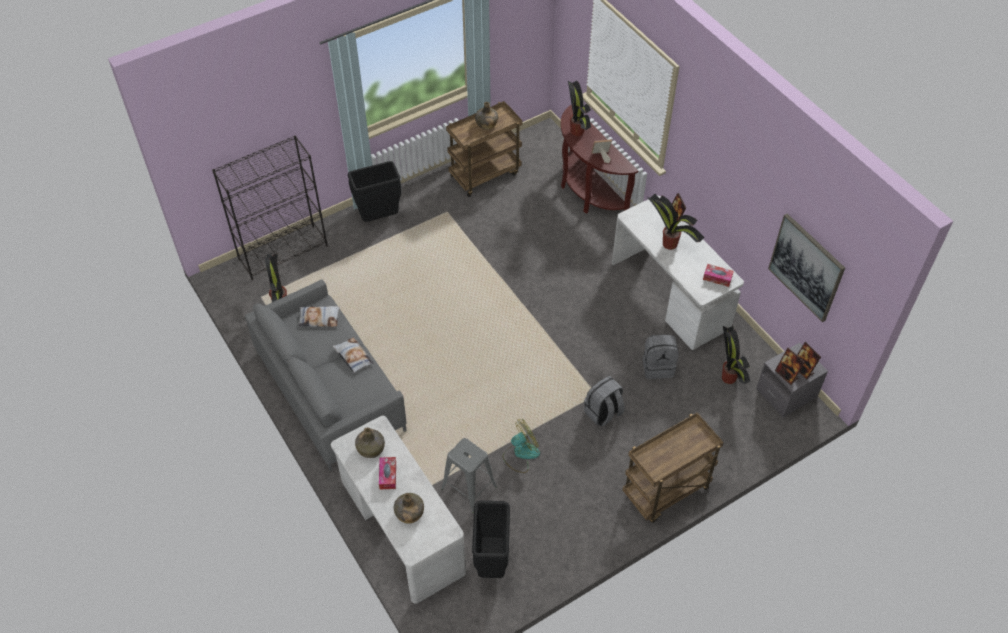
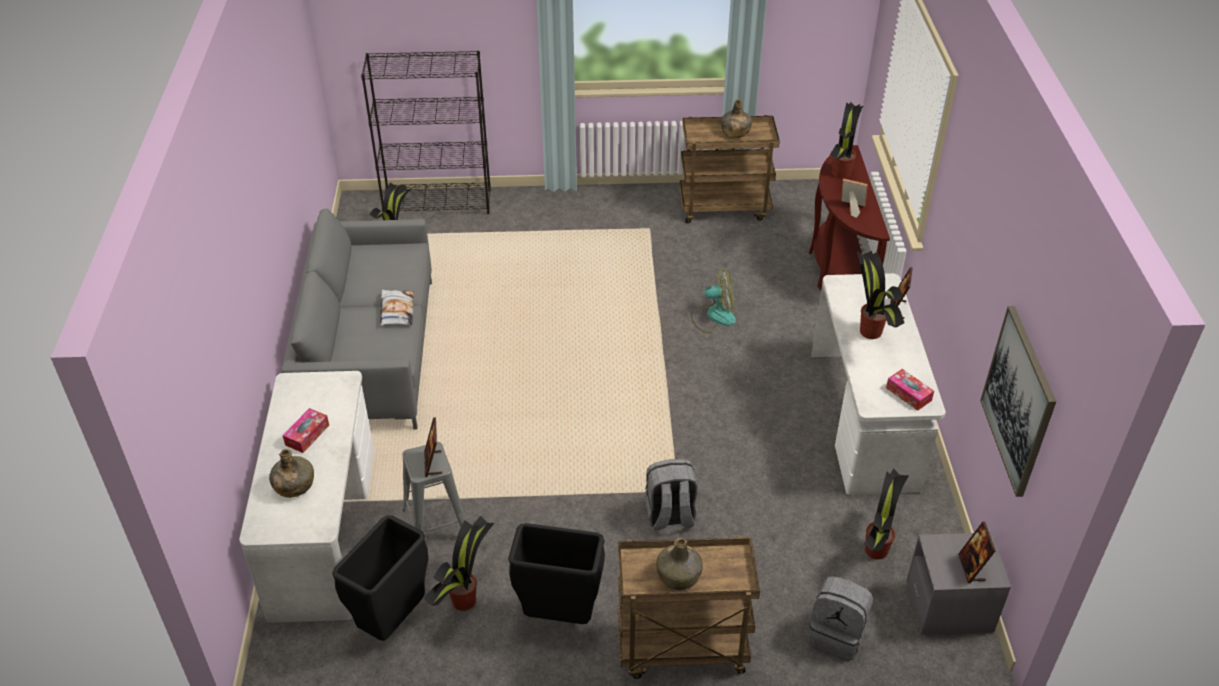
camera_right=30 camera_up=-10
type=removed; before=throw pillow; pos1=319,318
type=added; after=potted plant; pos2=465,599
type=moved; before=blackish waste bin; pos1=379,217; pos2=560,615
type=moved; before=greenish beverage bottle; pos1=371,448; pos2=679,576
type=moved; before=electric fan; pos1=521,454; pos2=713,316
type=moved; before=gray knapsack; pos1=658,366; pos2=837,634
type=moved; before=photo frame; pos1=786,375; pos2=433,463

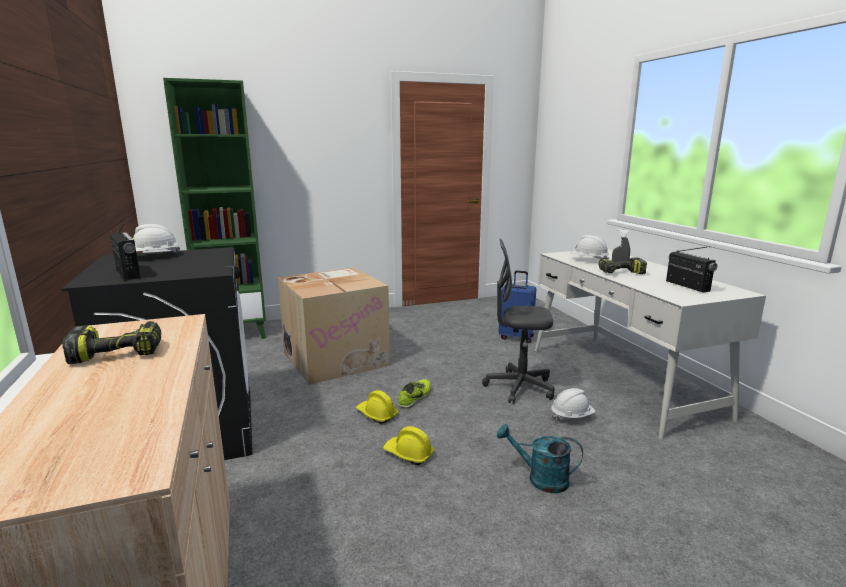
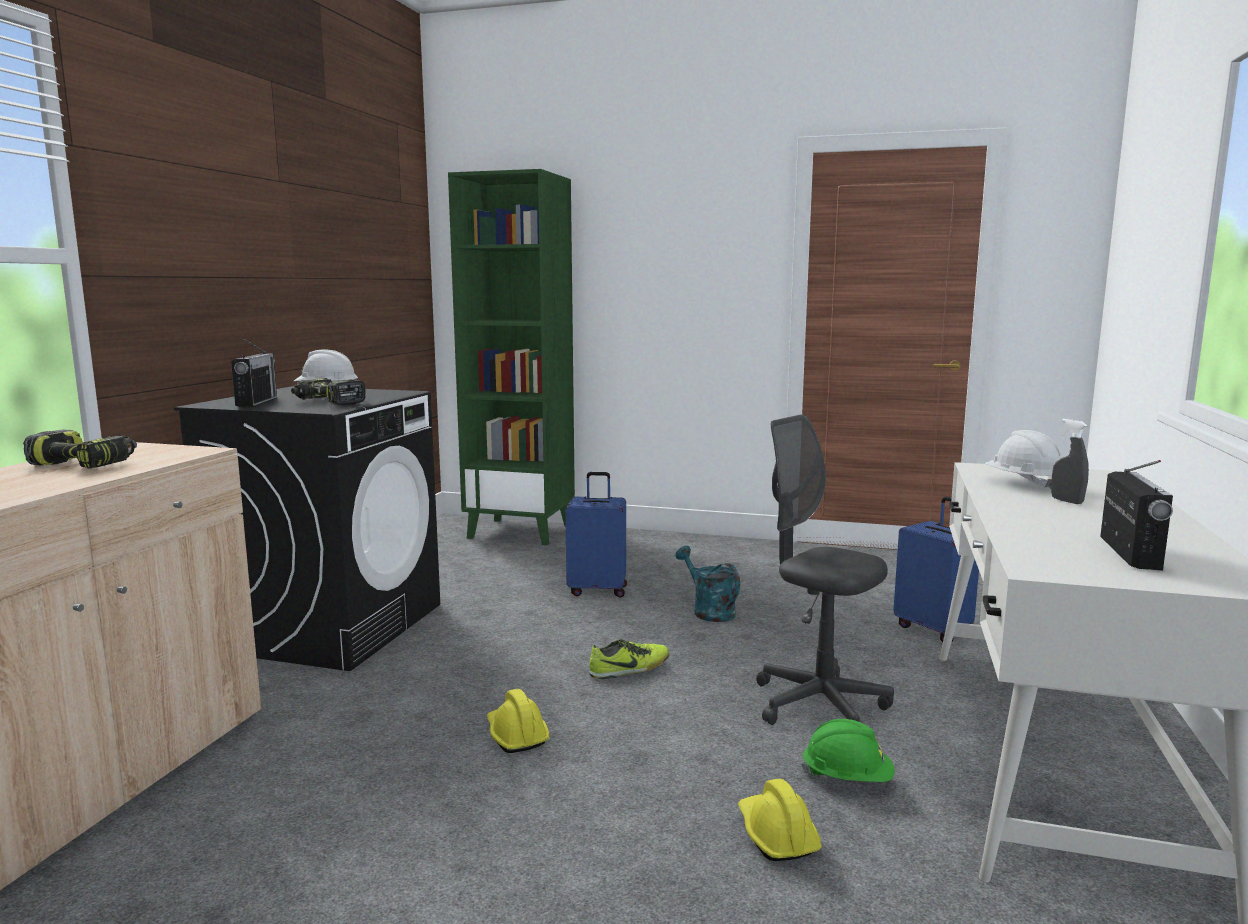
camera_right=35 camera_up=-5
type=moved; before=yellow work helmet; pos1=377,414; pos2=776,835
type=moved; before=blue-green watering pot; pos1=540,479; pos2=708,611
type=moved; before=electric drill; pos1=621,273; pos2=327,402
type=replaced; before=cardboard box; after=blue travel case; pos1=336,358; pos2=598,590
type=recoloured; before=white-coloured work helmet; after=greenish work helmet; pos1=571,417; pos2=847,778

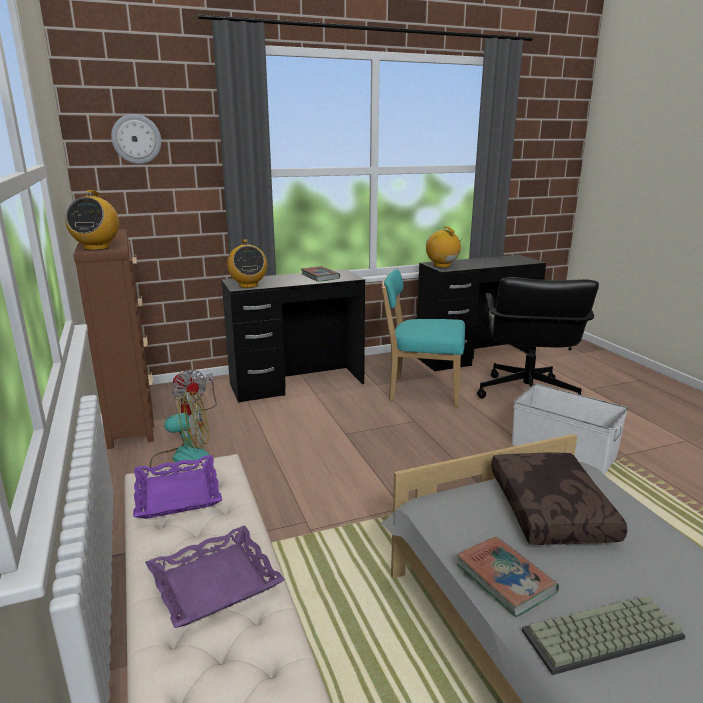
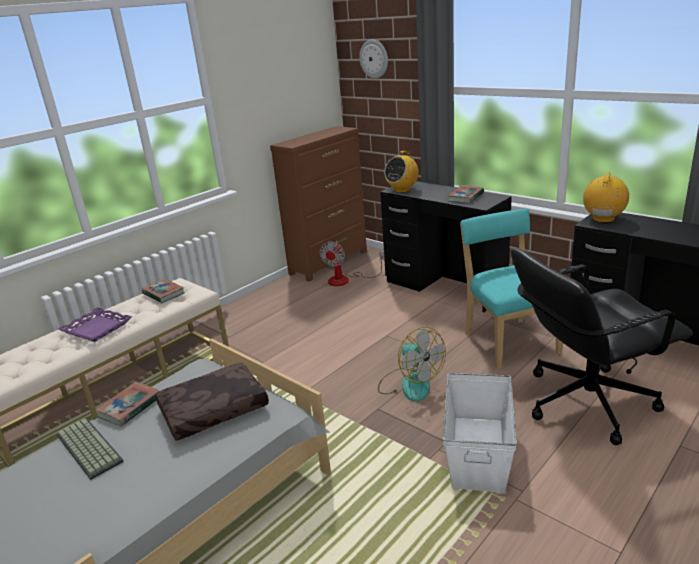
camera_right=65 camera_up=5
type=removed; before=radio receiver; pos1=97,248
type=moved; before=electric fan; pos1=182,459; pos2=409,384
type=replaced; before=purple carrying tray; after=book; pos1=176,493; pos2=163,293

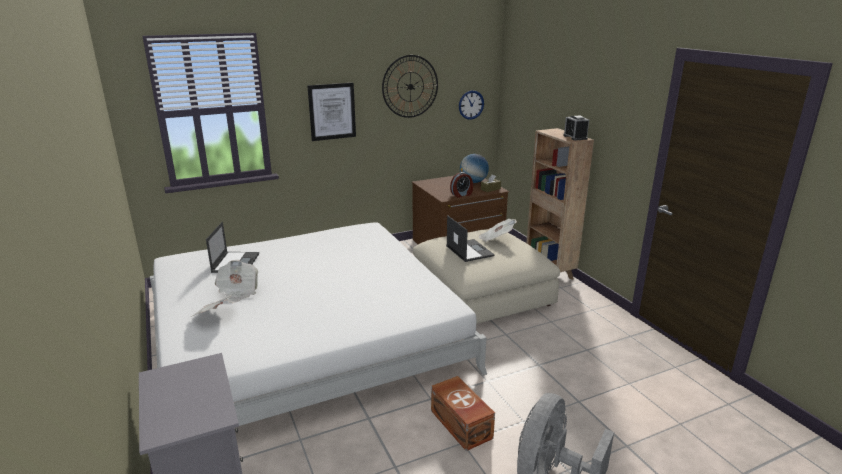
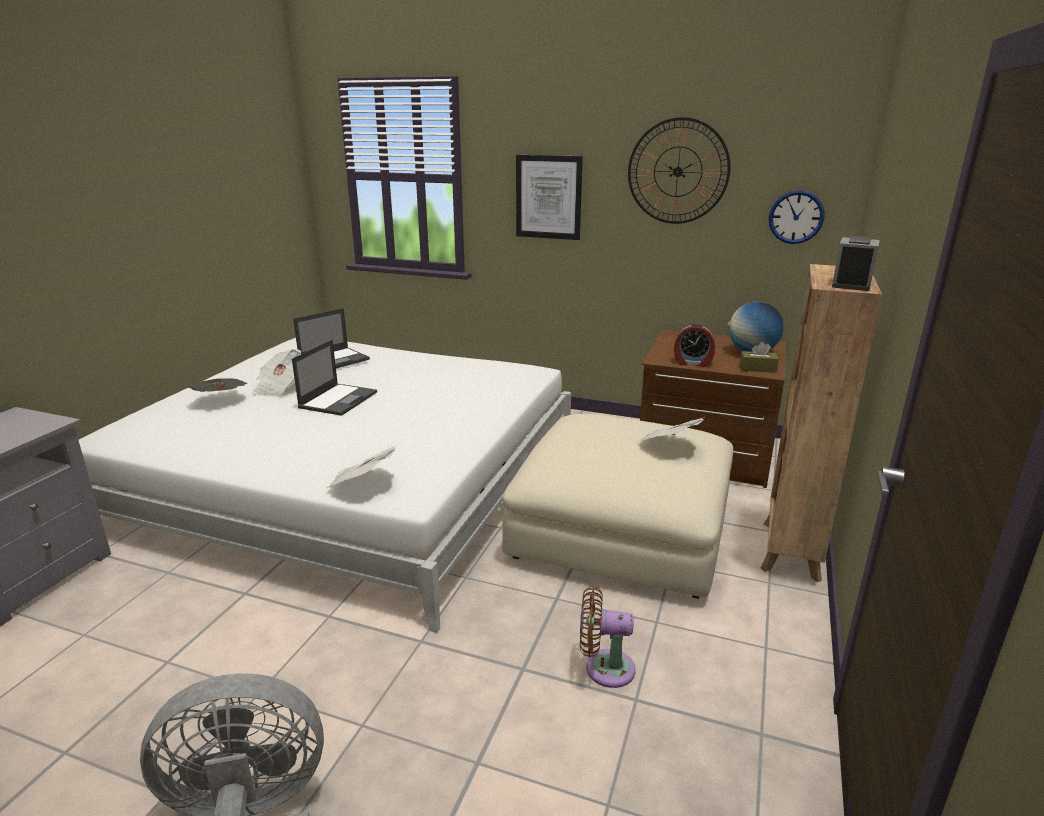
camera_right=45 camera_up=0
type=removed; before=brown-coloured storage bin; pos1=460,425
type=added; after=daily paper; pos2=363,484
type=added; after=brown-coloured electric fan; pos2=604,668
type=moved; before=laptop; pos1=469,250; pos2=338,399

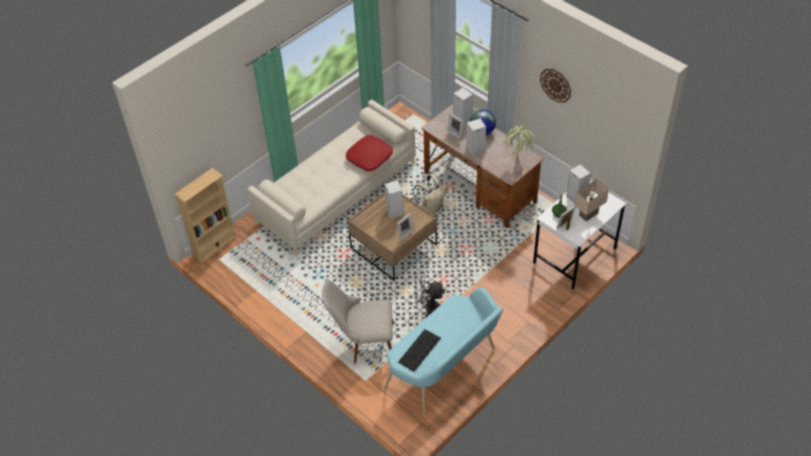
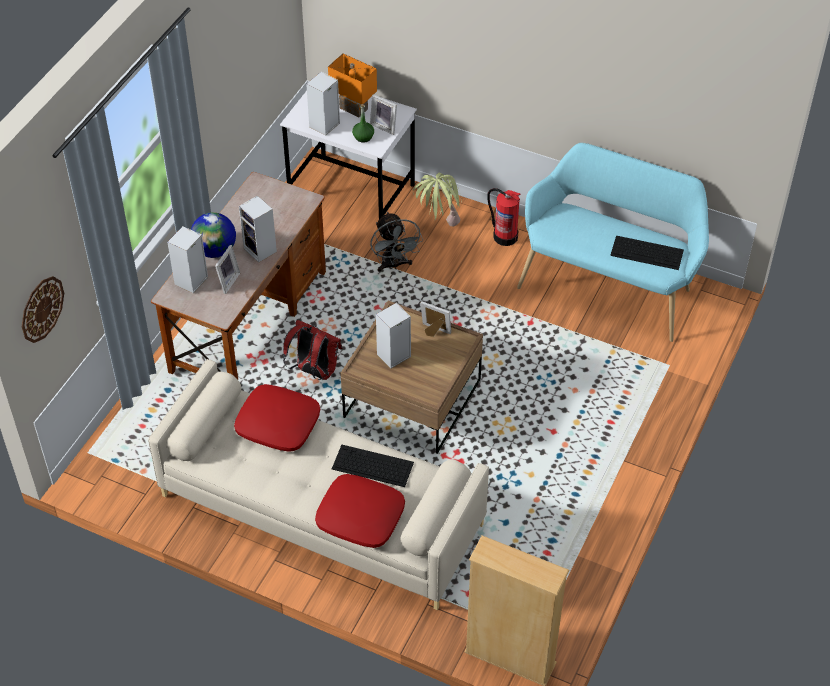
camera_right=-110 camera_up=0
type=removed; before=beige upright chair; pos1=363,343
type=added; after=red throw pillow; pos2=360,517
type=added; after=keyboard; pos2=371,466
type=added; after=extinguisher; pos2=505,236
type=moved; before=gray electric fan; pos1=428,308; pos2=394,265
type=moved; before=potted plant; pos1=517,163; pos2=438,227
type=moved; before=clock on the wall; pos1=555,85; pos2=41,309
type=recoloured; before=beige knapsack; after=red knapsack; pos1=431,208; pos2=314,371
type=recoloured; before=beige table lamp; after=orange-coloured table lamp; pos1=588,213; pos2=352,109

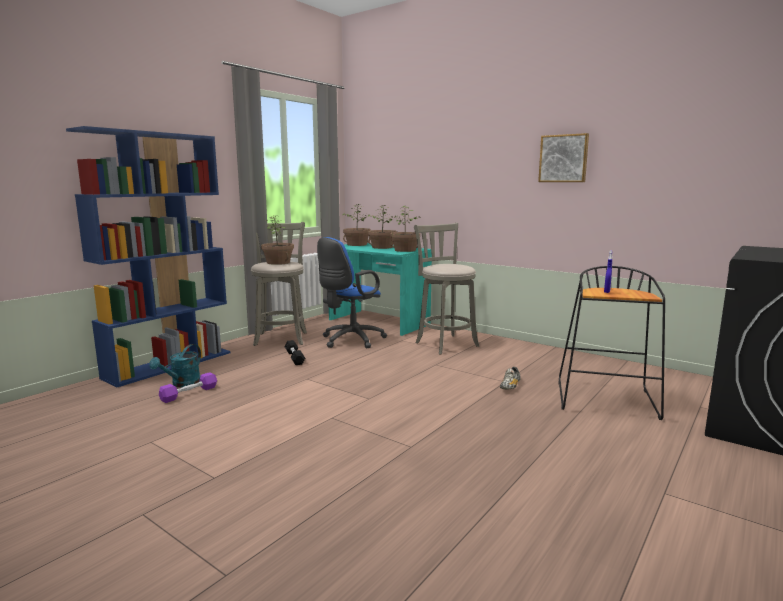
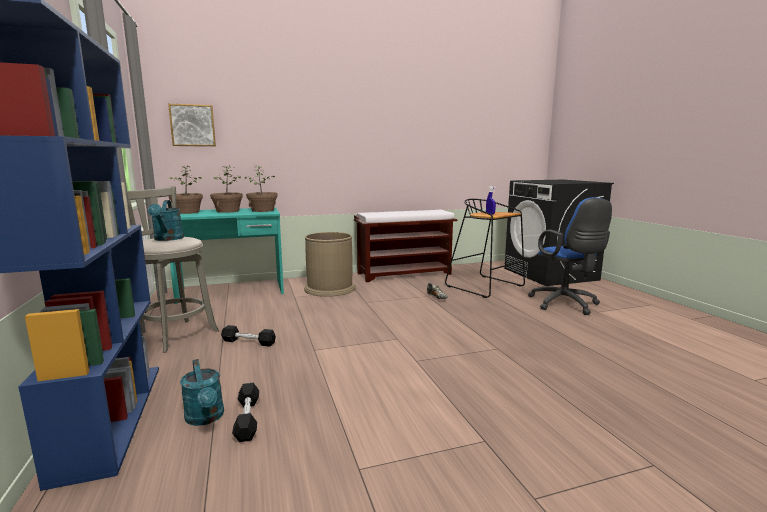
camera_right=-55 camera_up=0
type=added; after=brown-coloured long seat; pos2=405,273
type=moved; before=blue desk chair; pos1=350,340; pos2=566,304
type=moved; before=picture; pos1=563,158; pos2=193,125
type=replaced; before=potted plant; after=blue-green watering pot; pos1=278,262; pos2=167,239
type=replaced; before=gray sitting stool; after=brown-coloured waste bin; pos1=445,343; pos2=330,288
type=recoloured; before=purple dumbbell; after=blackish dumbbell; pos1=189,394; pos2=247,419

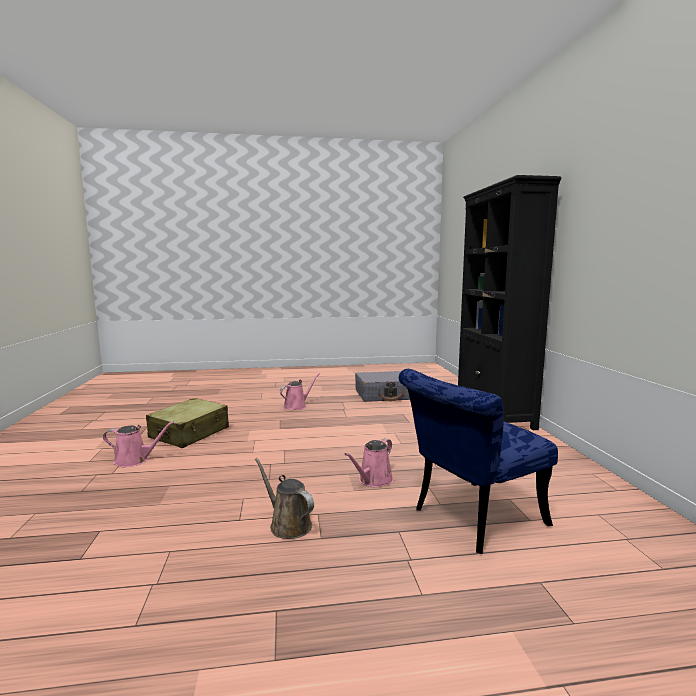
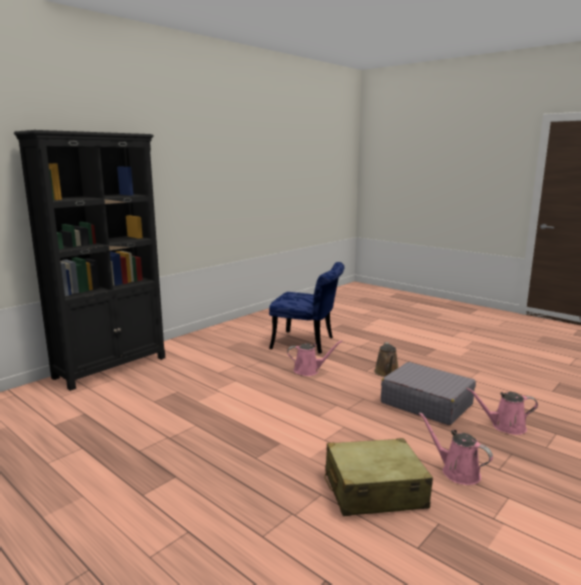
camera_right=-130 camera_up=5
type=moved; before=pinkish watering pot; pos1=297,406; pos2=505,426
type=moved; before=gray travel case; pos1=385,395; pos2=426,403

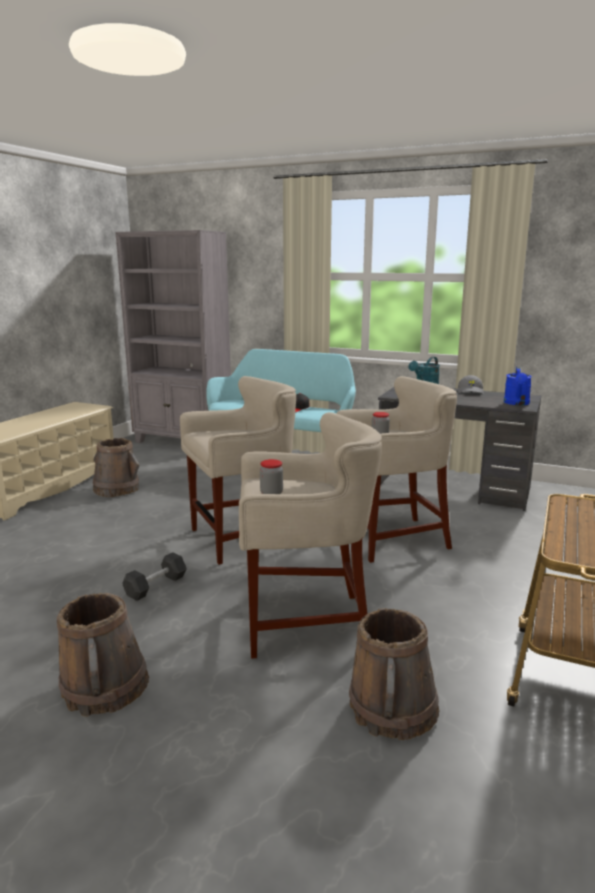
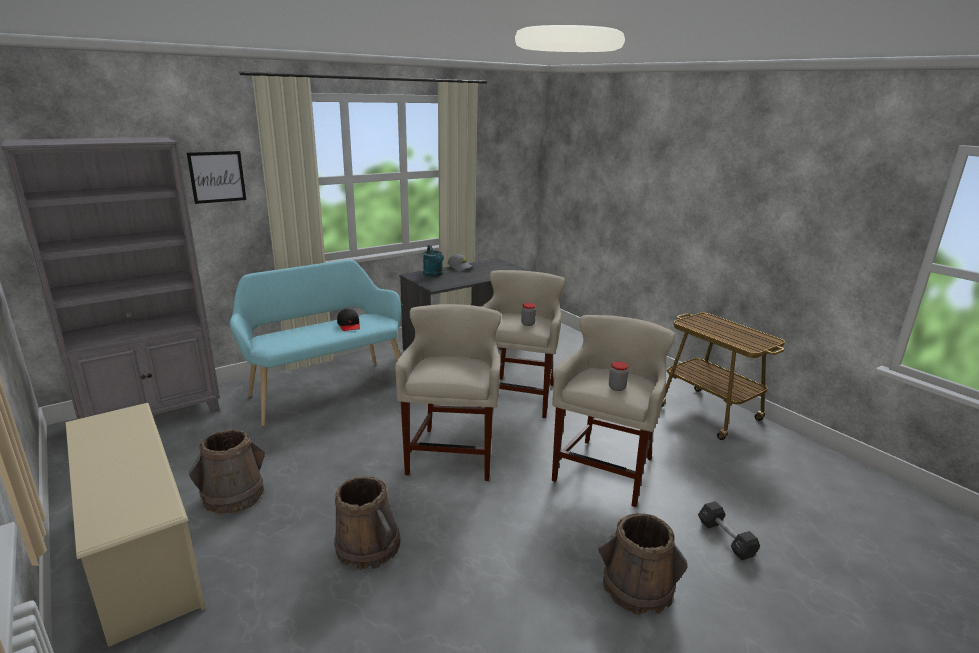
camera_right=-60 camera_up=5
type=removed; before=blue watering pot; pos1=517,403
type=added; after=picture; pos2=217,177
type=moved; before=blackish dumbbell; pos1=156,586; pos2=726,539
type=moved; before=brown-coloured pail; pos1=392,709; pos2=367,546

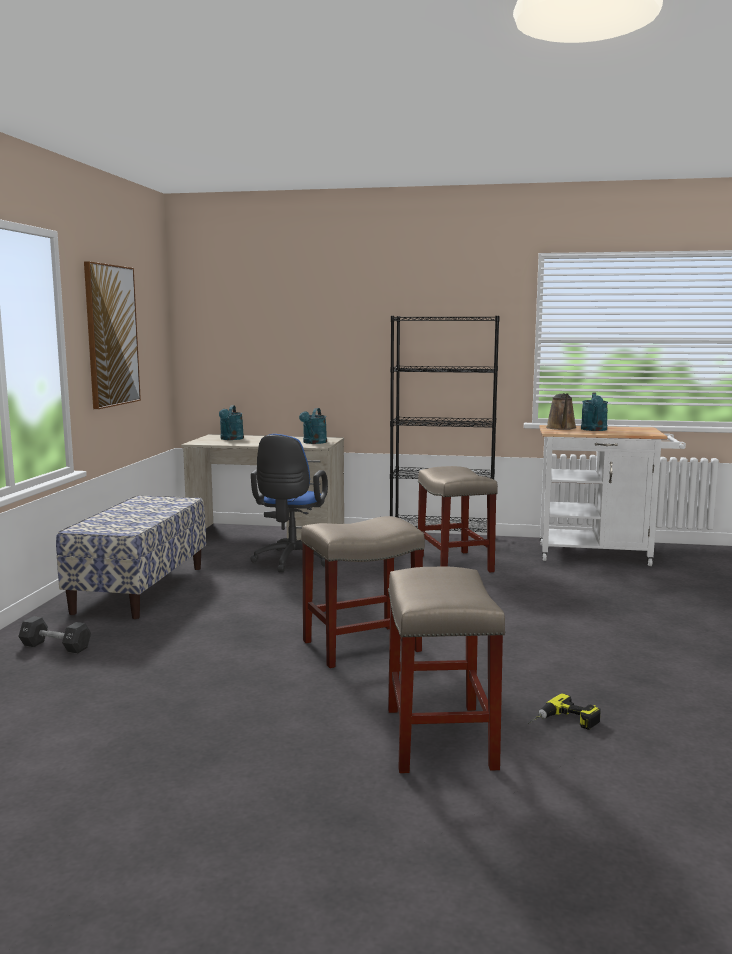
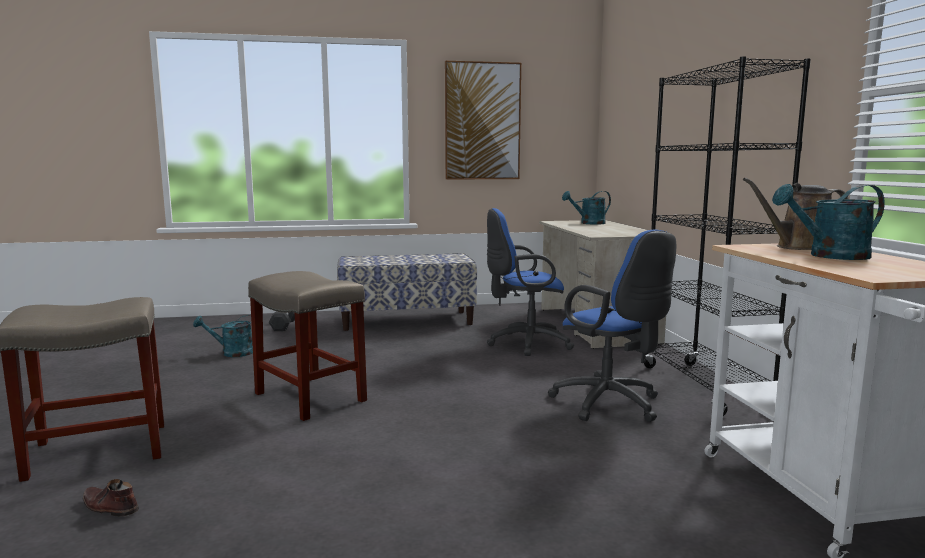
camera_right=70 camera_up=0
type=moved; before=blue-green watering pot; pos1=313,442; pos2=232,353
type=replaced; before=beige sitting stool; after=blue desk chair; pos1=455,564; pos2=611,405
type=replaced; before=electric drill; after=brown-coloured item of footwear; pos1=564,722; pos2=109,507

